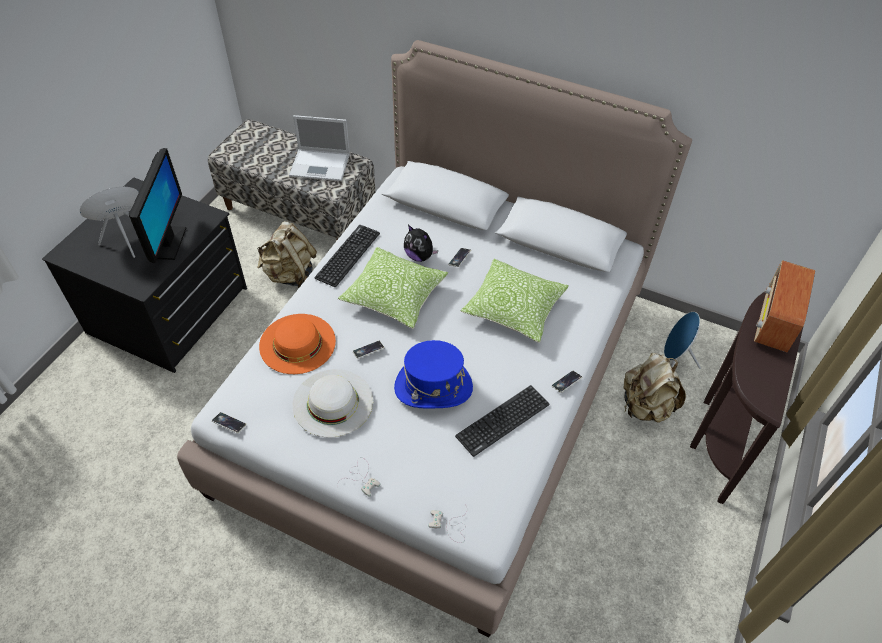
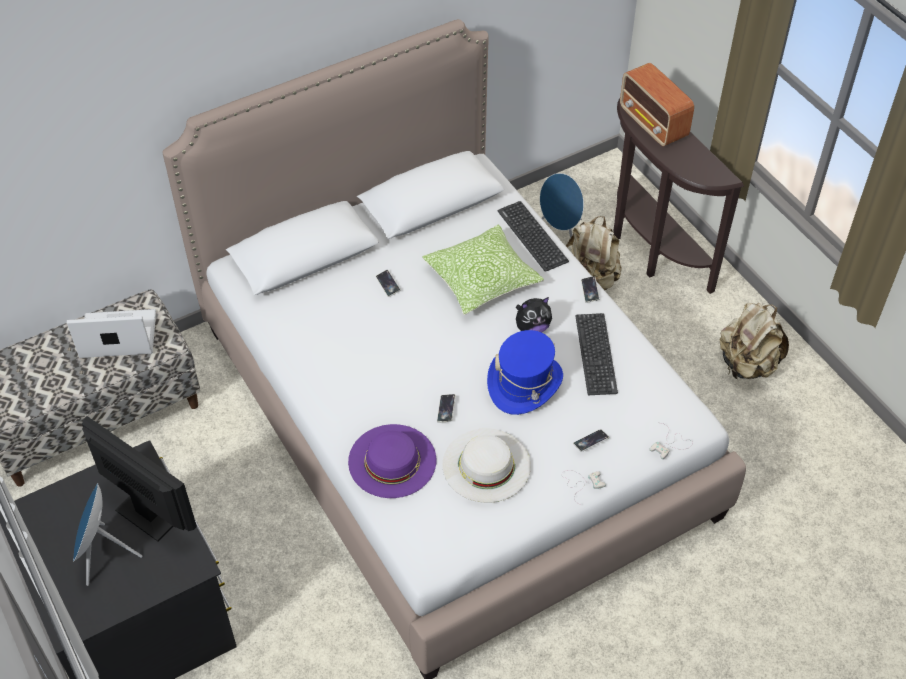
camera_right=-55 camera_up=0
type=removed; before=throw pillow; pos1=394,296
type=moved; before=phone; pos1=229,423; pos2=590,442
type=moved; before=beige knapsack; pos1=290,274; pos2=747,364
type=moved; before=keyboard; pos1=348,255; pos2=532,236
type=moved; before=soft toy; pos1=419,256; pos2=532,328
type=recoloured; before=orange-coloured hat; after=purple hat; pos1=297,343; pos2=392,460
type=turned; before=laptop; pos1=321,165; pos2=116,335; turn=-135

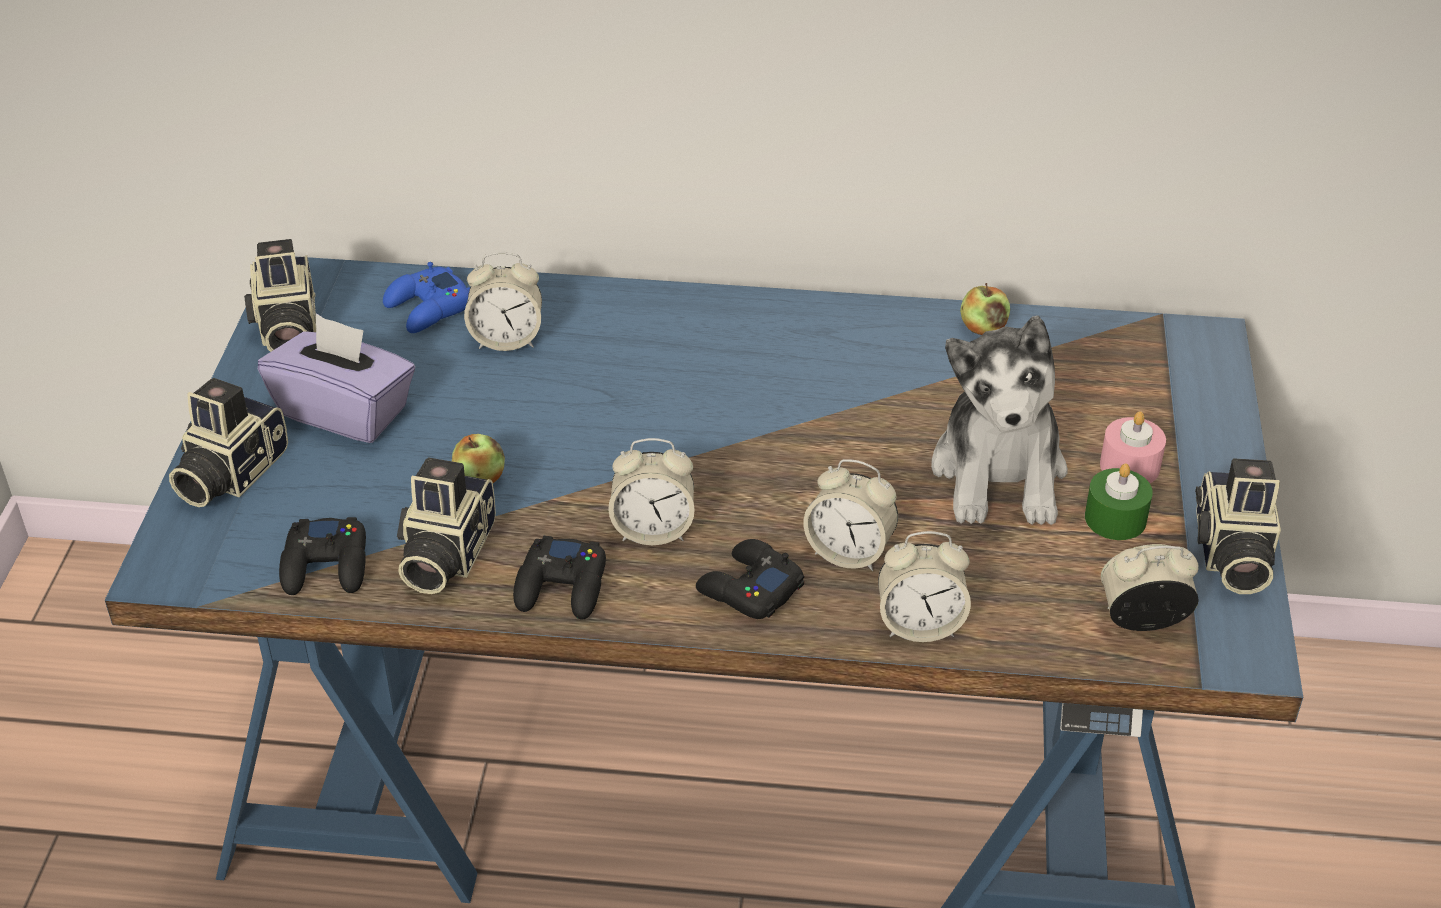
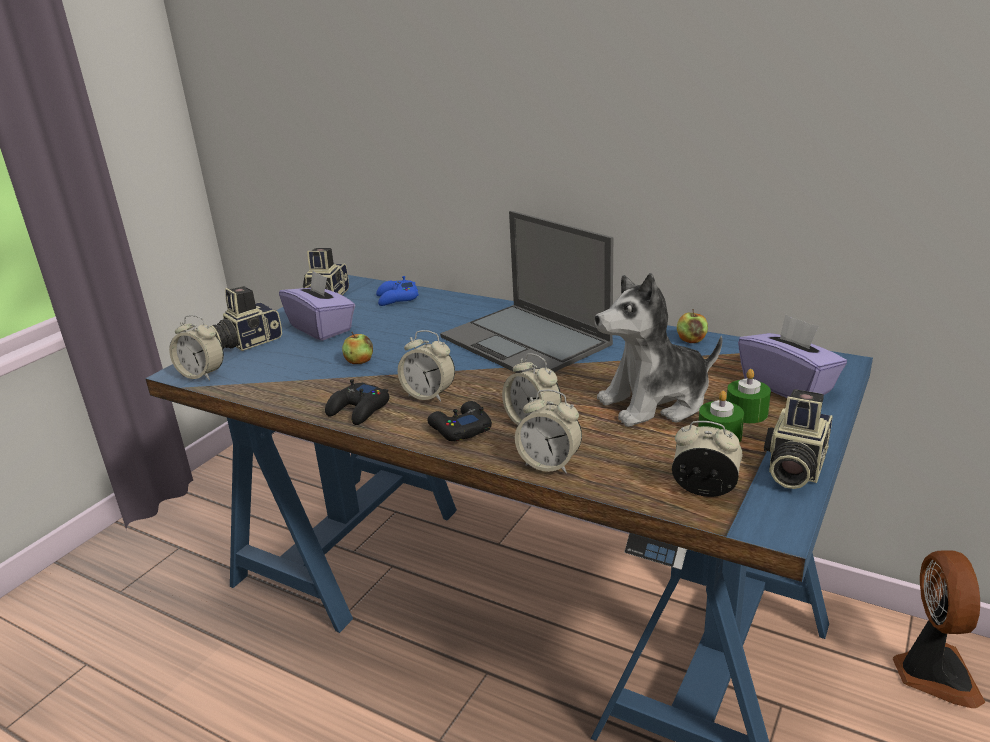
camera_right=25 camera_up=-15
type=removed; before=blackish gamepad; pos1=327,566
type=removed; before=photo camera; pos1=444,554
type=added; after=laptop; pos2=527,341
type=added; after=purple tissue holder; pos2=788,386
type=added; after=electric fan; pos2=933,673
type=moved; before=table clock; pos1=506,339; pos2=202,375
type=recoloured; before=pinkish wax light; after=greenish wax light; pos1=1129,466; pos2=746,412
type=turned; before=soft toy; pos1=1000,473; pos2=655,403; turn=45

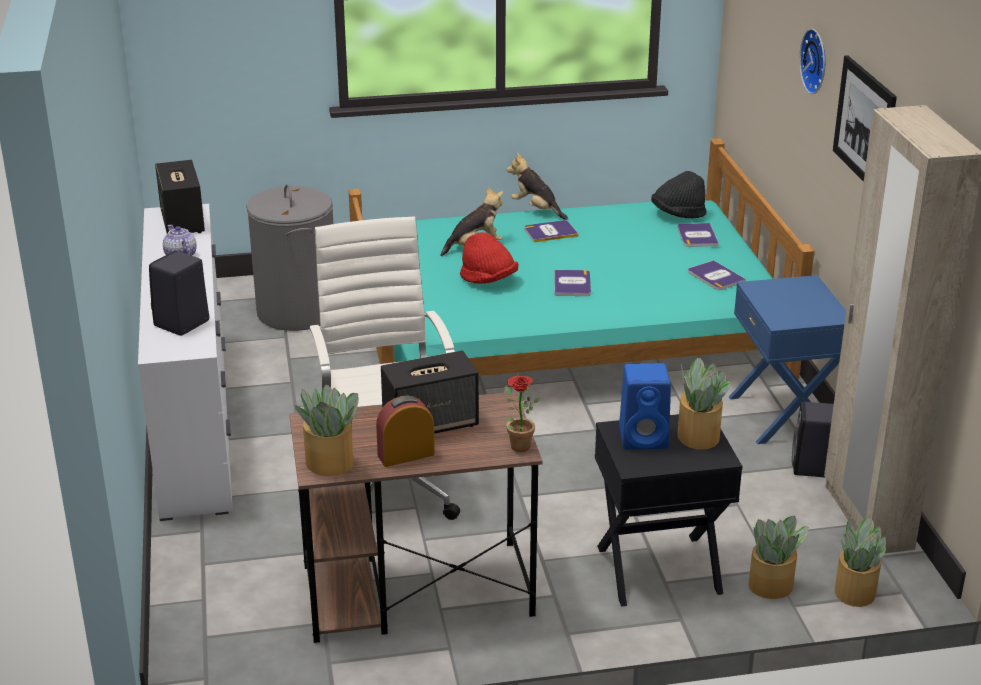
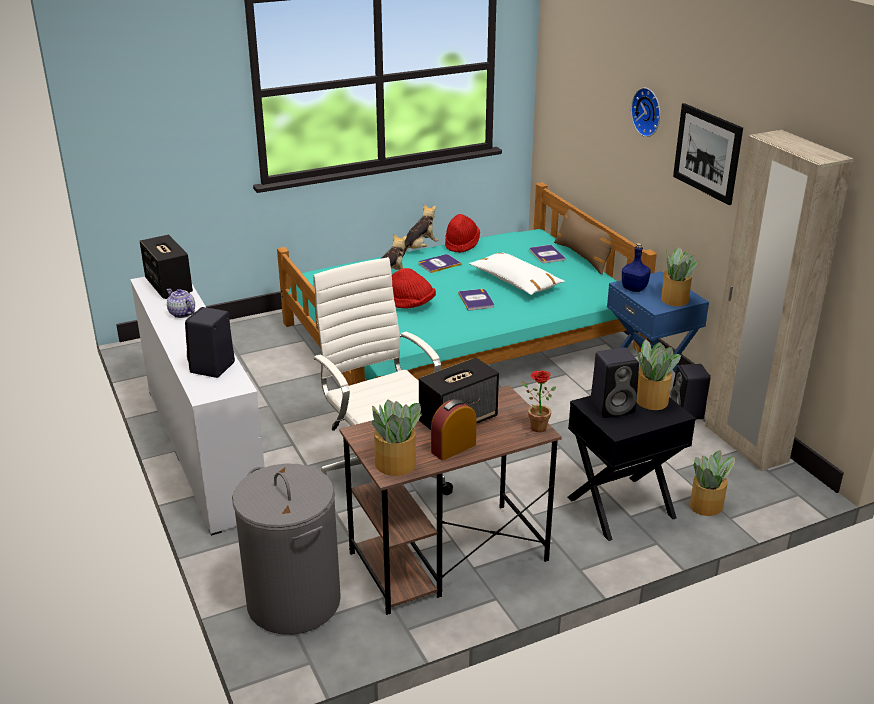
camera_right=-15 camera_up=0
type=removed; before=blackish hat; pos1=678,214
type=removed; before=book; pos1=715,276
type=added; after=red hat; pos2=461,244
type=added; after=white-coloured throw pillow; pos2=515,282
type=added; after=brown-coloured throw pillow; pos2=583,257
type=added; after=blue beverage bottle; pos2=634,288
type=moved; before=gray washing basket; pos1=297,311; pos2=293,602
type=moved; before=potted plant; pos1=855,591; pos2=675,299
type=recoloured; before=blue audio speaker; after=blackish audio speaker; pos1=645,438; pos2=613,407
type=turned; before=soft toy; pos1=536,209; pos2=419,249; turn=105

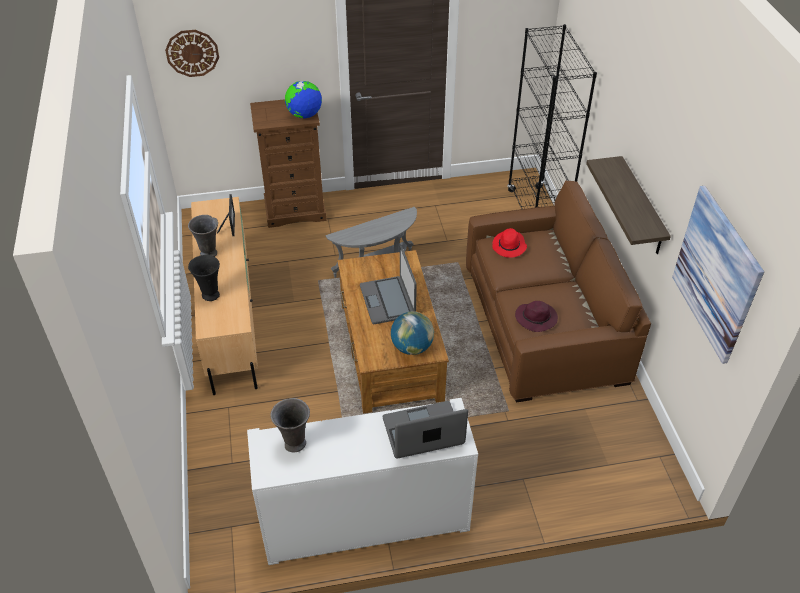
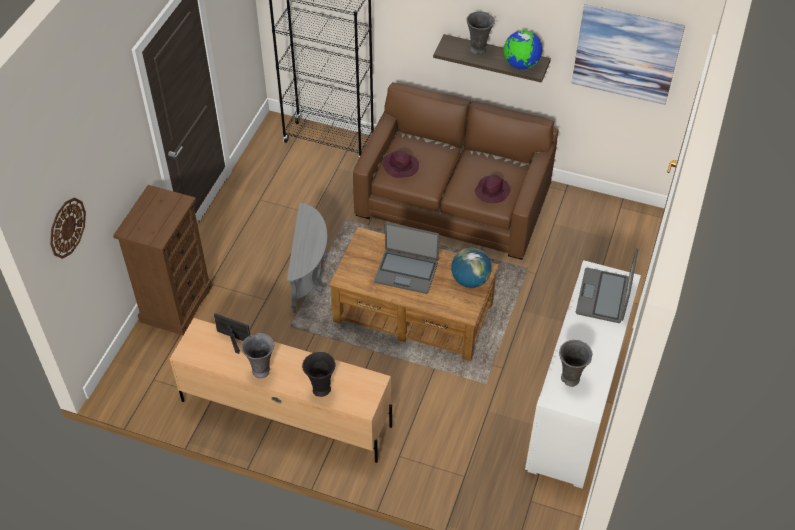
camera_right=-60 camera_up=5
type=added; after=gray vase; pos2=478,50
type=moved; before=world globe; pos1=304,115; pos2=521,65
type=recoloured; before=red hat; after=purple hat; pos1=509,246; pos2=401,167

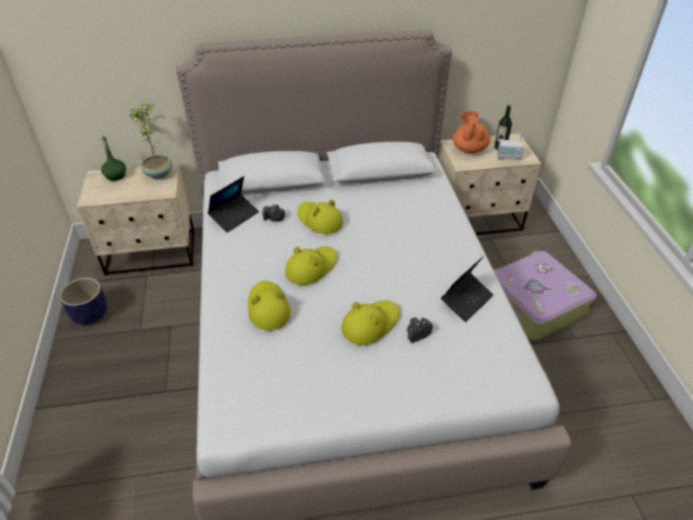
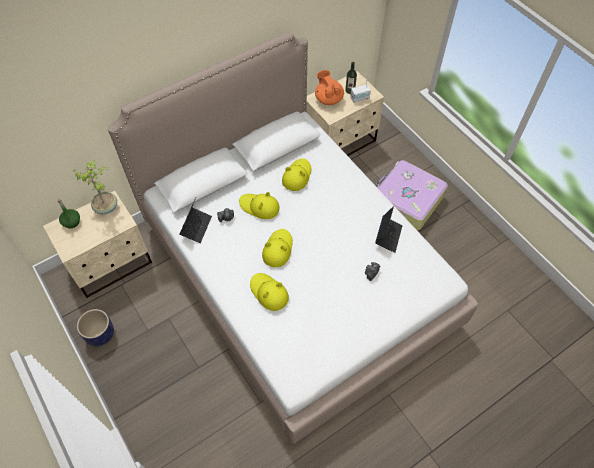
camera_right=-25 camera_up=15
type=moved; before=yellow hat; pos1=370,324; pos2=297,176

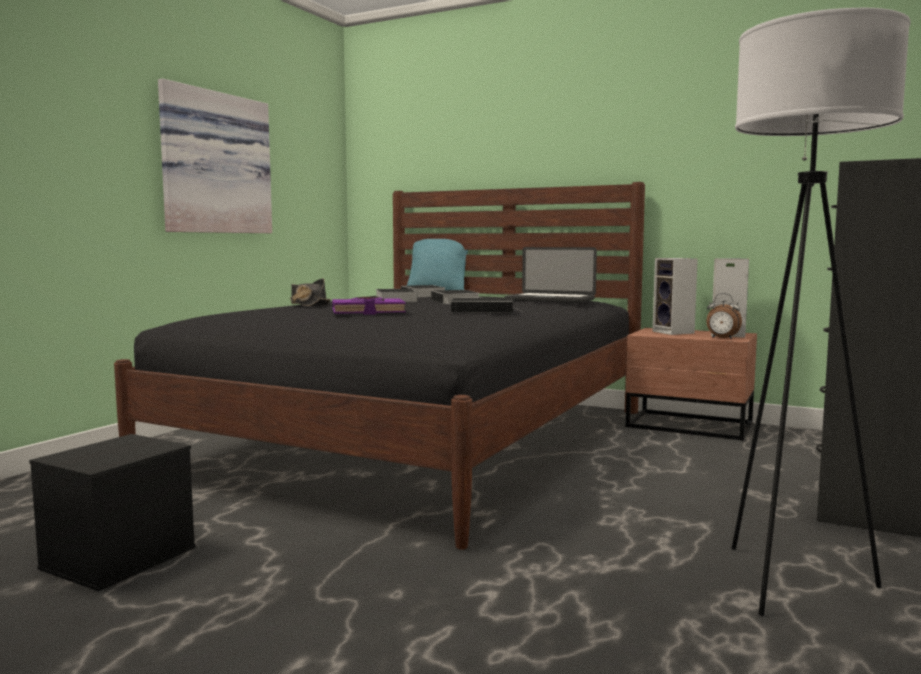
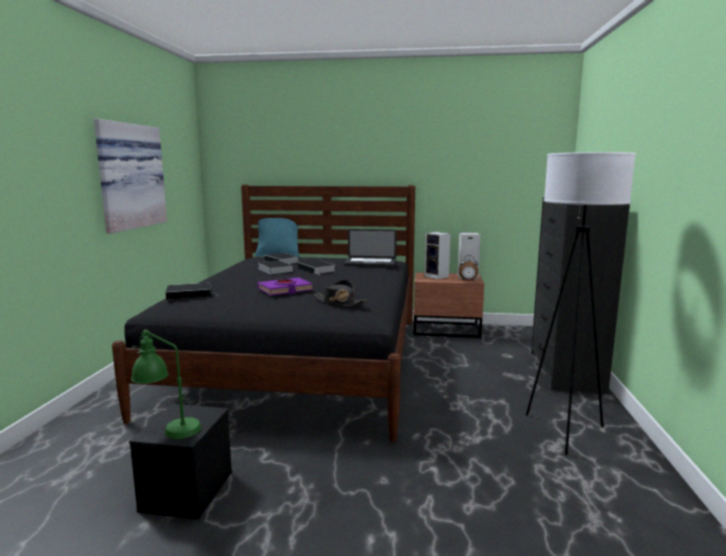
camera_right=-20 camera_up=5
type=added; after=greenish table lamp; pos2=168,428
type=moved; before=blackish hat; pos1=309,305; pos2=339,302
type=moved; before=book; pos1=484,310; pos2=191,294

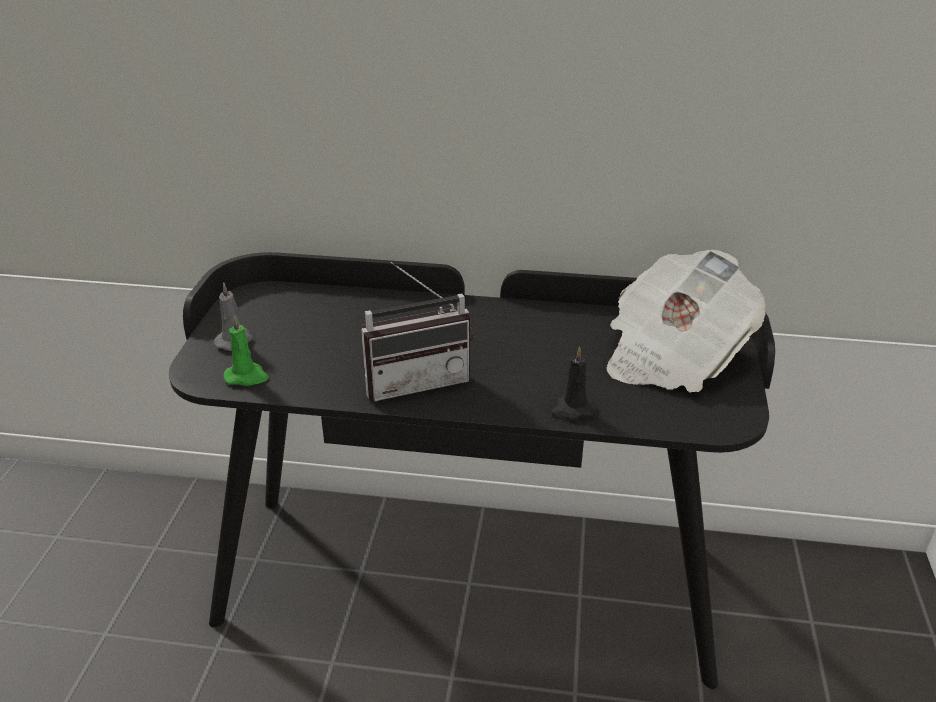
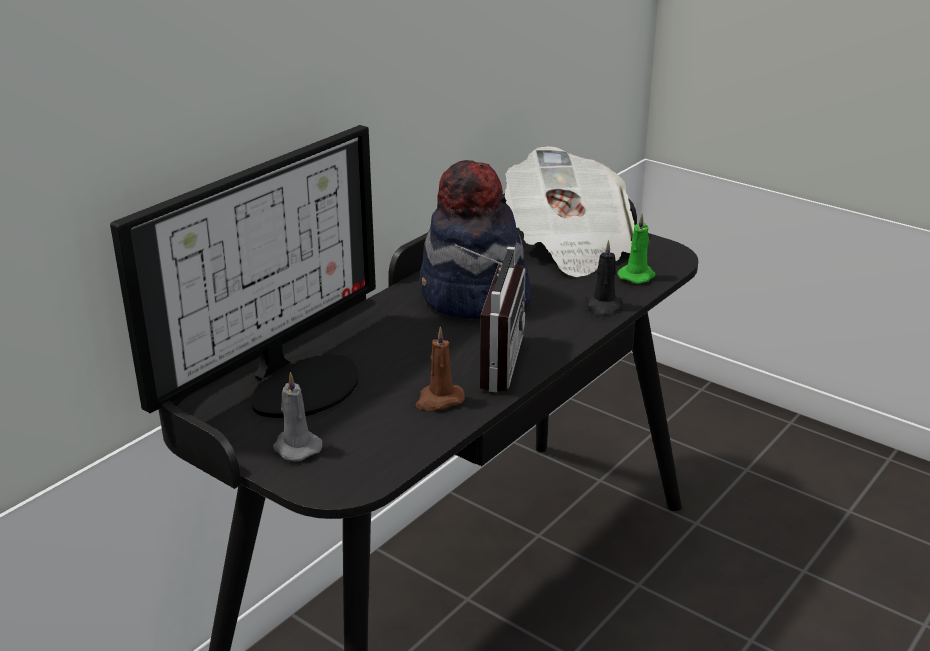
camera_right=-60 camera_up=-5
type=added; after=computer screen; pos2=297,381
type=added; after=brown-coloured wax light; pos2=439,400
type=added; after=hat; pos2=474,299
type=moved; before=greenish wax light; pos1=247,377; pos2=637,276

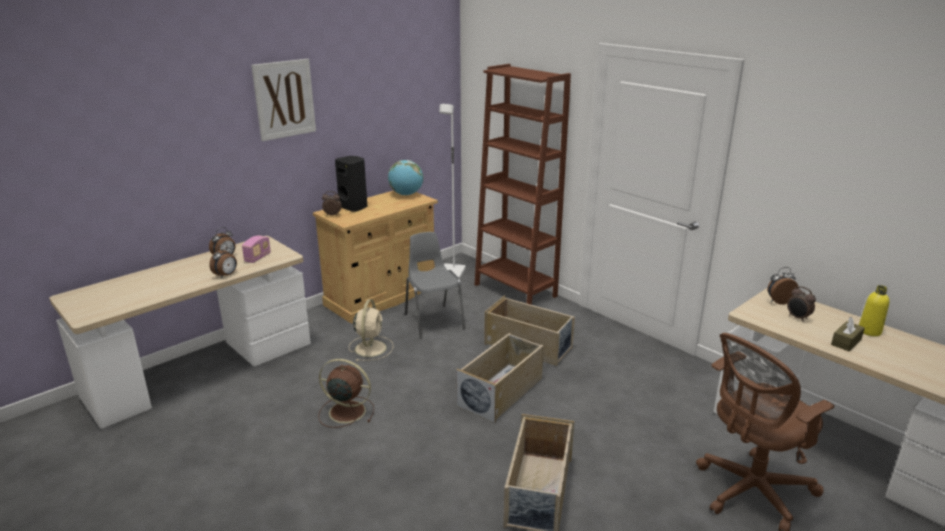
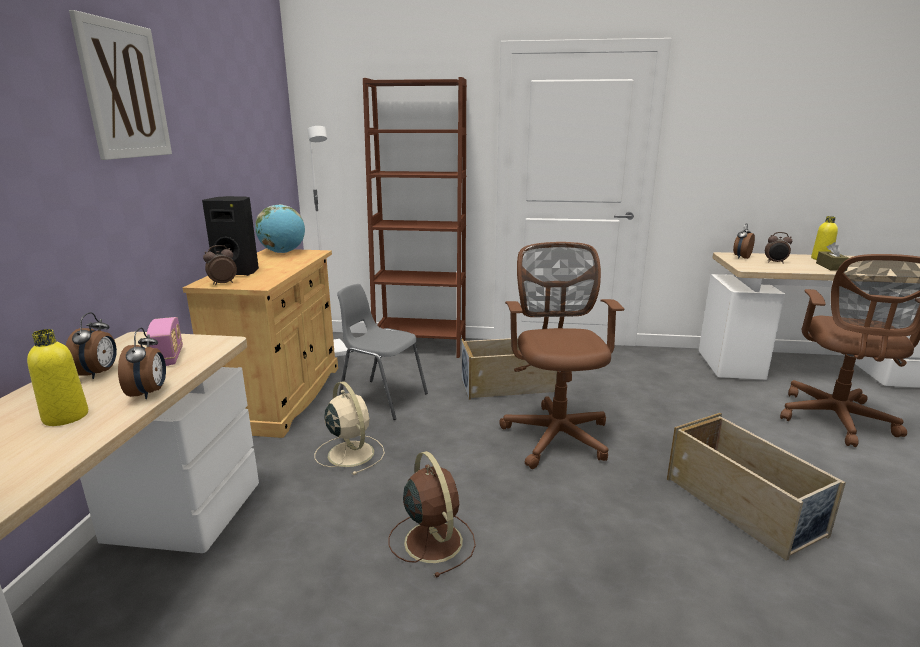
camera_right=-40 camera_up=-5
type=added; after=yellow beverage bottle; pos2=66,417
type=replaced; before=beige storage bin; after=brown-coloured desk chair; pos1=501,392; pos2=556,433
type=turned; before=brown-coloured electric fan; pos1=345,411; pos2=432,540; turn=90

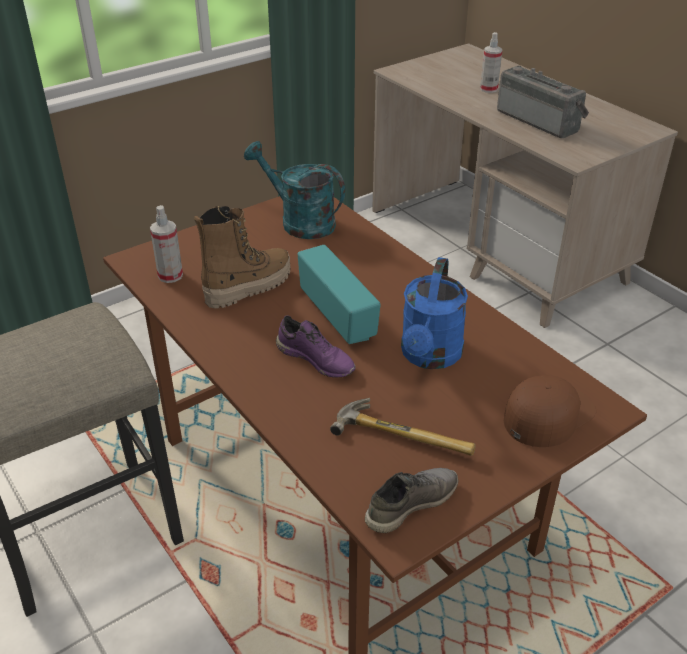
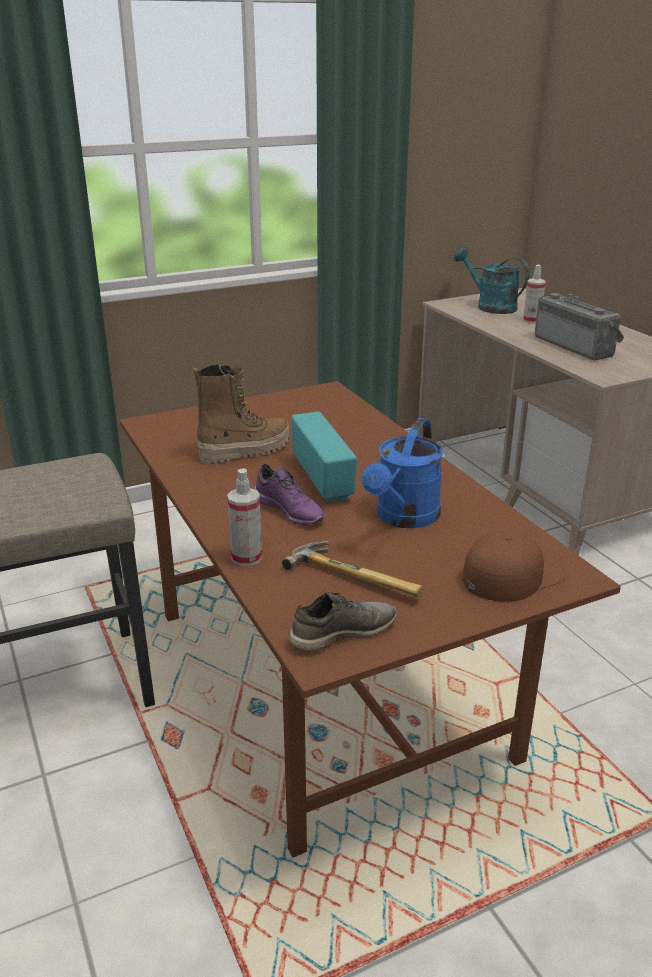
camera_right=10 camera_up=-10
type=moved; before=spray bottle; pos1=170,275; pos2=246,558
type=moved; before=blue-green watering pot; pos1=299,222; pos2=490,306

